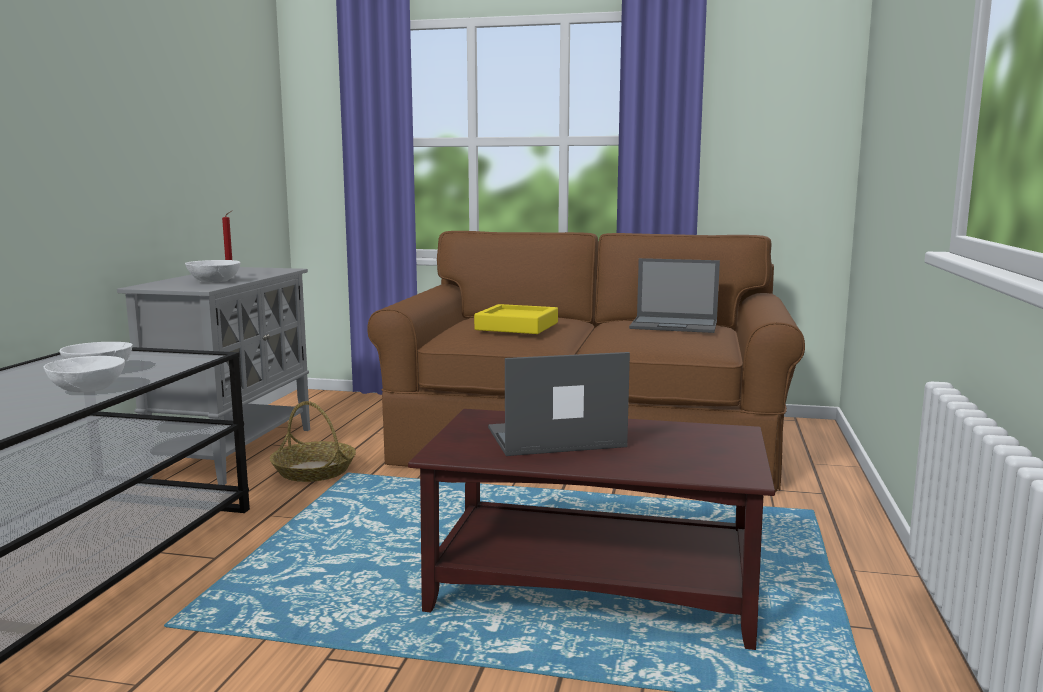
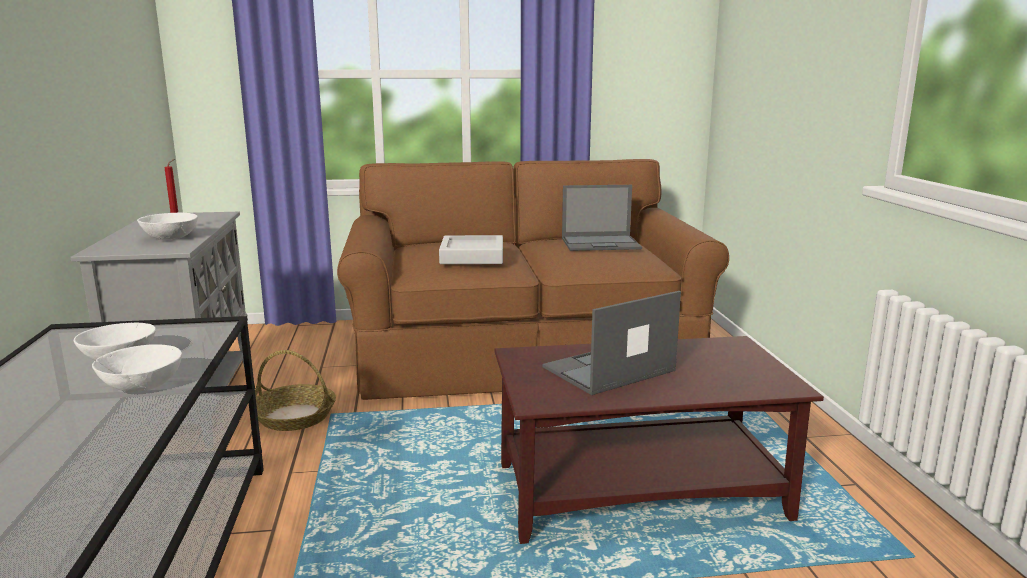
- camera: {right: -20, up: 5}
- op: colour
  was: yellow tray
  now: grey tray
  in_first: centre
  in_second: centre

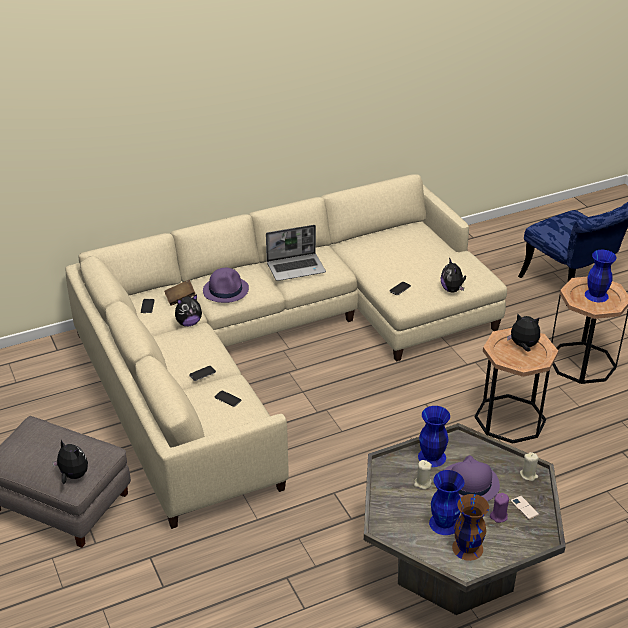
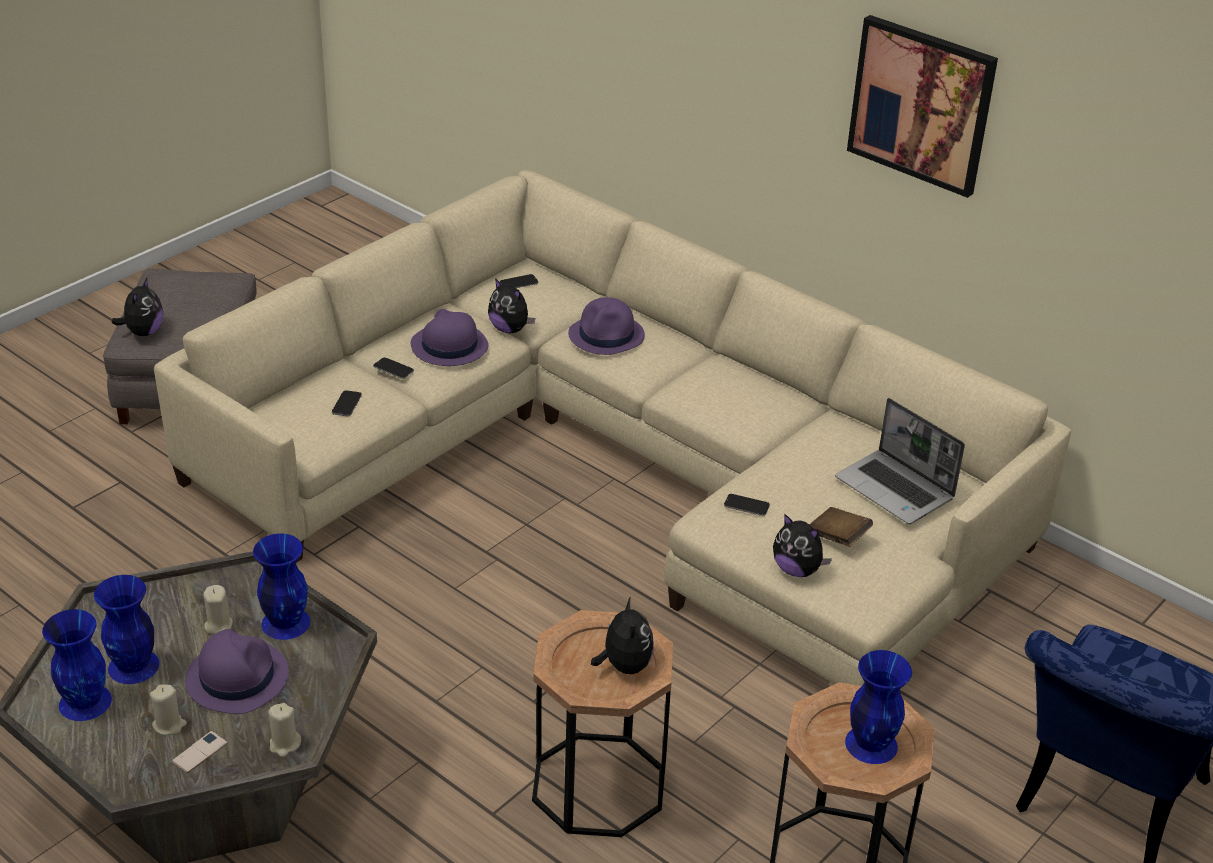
- camera: {right: 65, up: 0}
- op: colour
  was: brown vase
  now: blue vase (no. 1 from left)
  in_first: bottom right
  in_second: bottom left
- op: colour
  was: purple candle
  now: beige candle (no. 1 from left)
  in_first: bottom right
  in_second: bottom left
- op: appeared
  now: purple hat (no. 2 from left)
  in_second: centre
- op: spun
  was: plush toy (no. 3 from left in the first image)
  in_first: middle right
  in_second: centre
  clockwise: -105
- op: relocated
  was: brown book
  in_first: middle left
  in_second: middle right
- op: relocated
  was: laptop
  in_first: centre
  in_second: middle right
- op: appeared
  now: picture
  in_second: top right

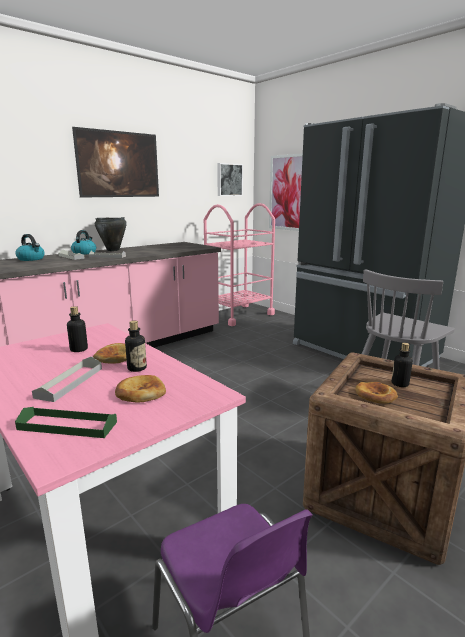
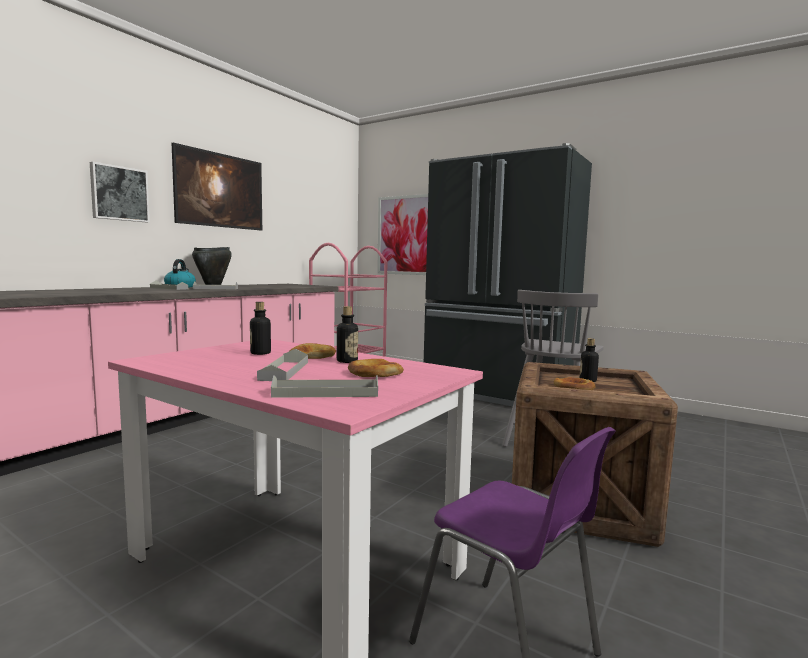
- camera: {right: -15, up: -10}
- op: relocated
  was: picture (no. 2 from left in the first image)
  now: picture (no. 1 from left)
  in_first: top centre
  in_second: top left
- op: colour
  was: green tray
  now: grey tray (no. 4 from left)
  in_first: middle left
  in_second: centre
- op: missing
  was: kettle (no. 1 from left)
  in_first: middle left

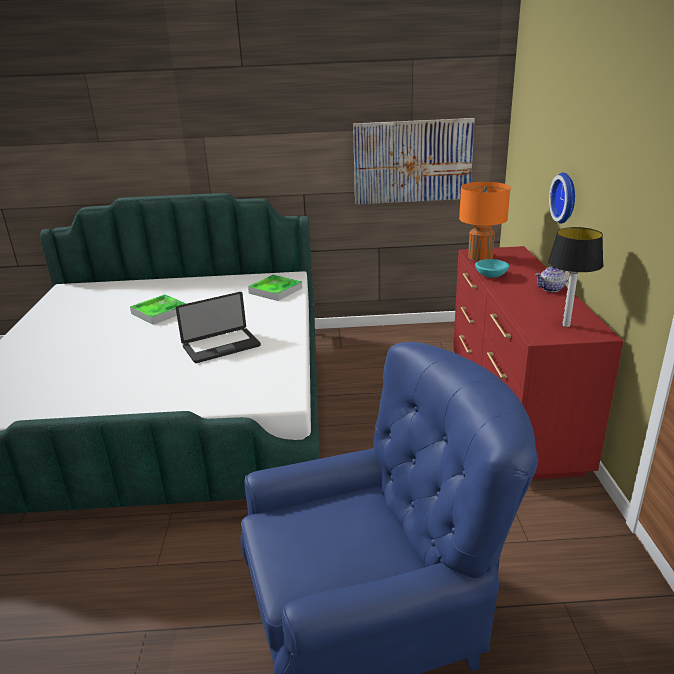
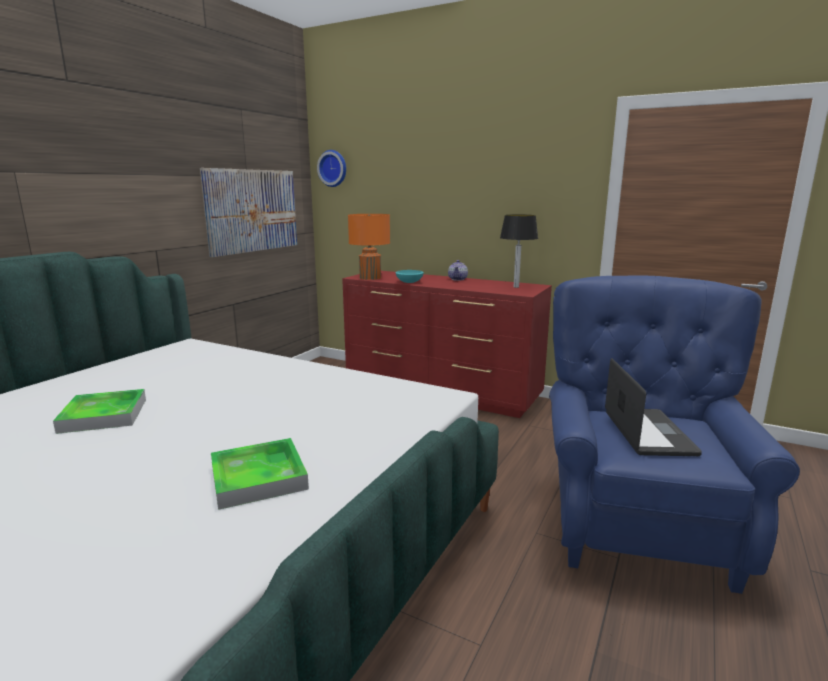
- camera: {right: -60, up: -10}
- op: relocated
  was: tray (no. 2 from left)
  in_first: centre
  in_second: bottom left
- op: relocated
  was: wall clock
  in_first: top right
  in_second: top centre
- op: relocated
  was: laptop
  in_first: middle left
  in_second: middle right

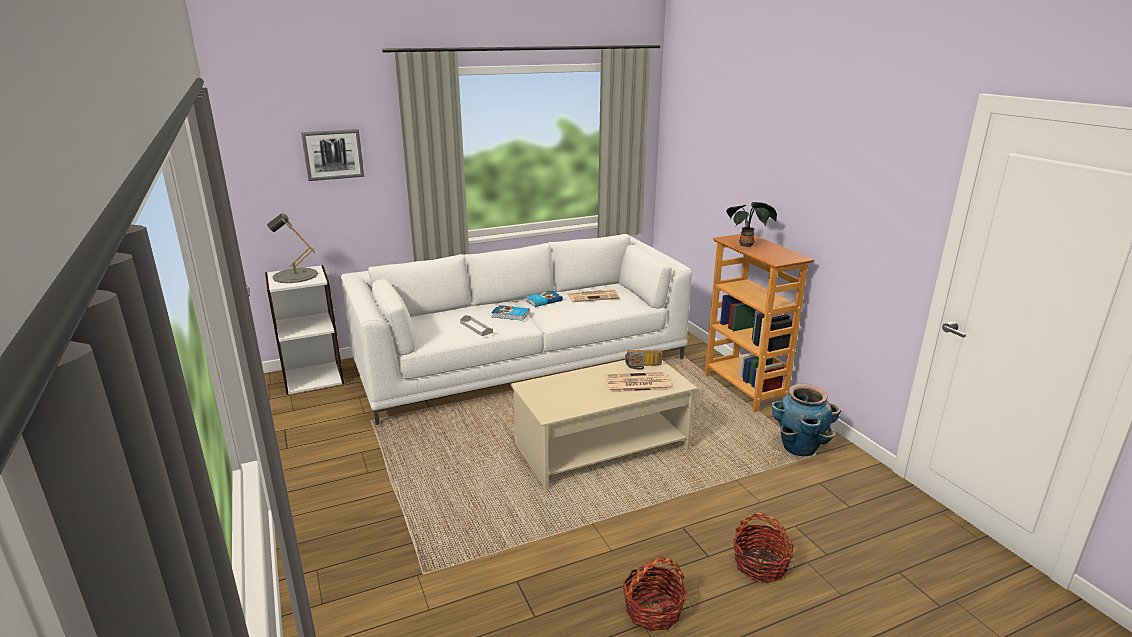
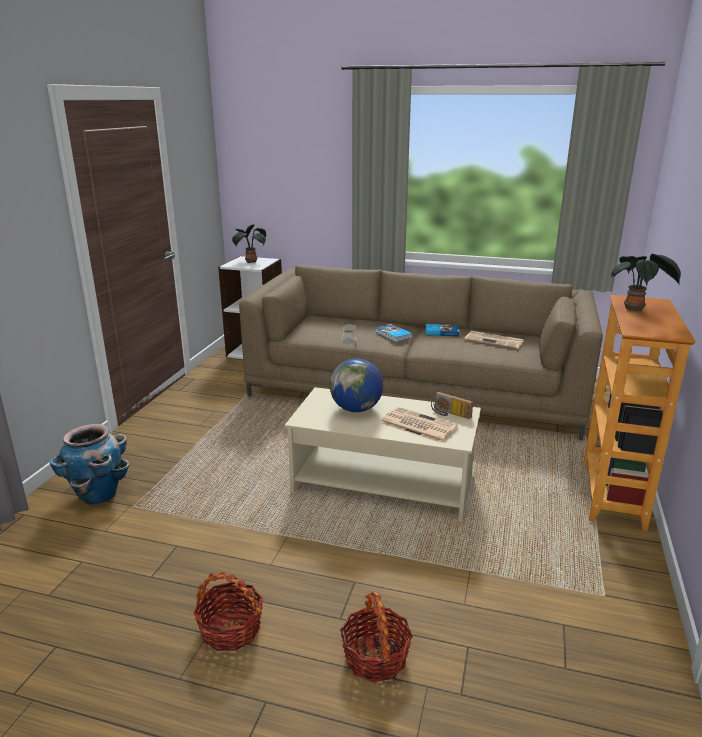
- camera: {right: 40, up: 0}
- op: relocated
  was: planter
  in_first: middle right
  in_second: middle left
- op: exchanged
  was: grey table lamp
  now: potted plant (no. 1 from left)
  in_first: middle left
  in_second: top centre
- op: colour
  was: white sofa
  now: brown sofa
  in_first: centre
  in_second: centre
- op: appeared
  now: globe
  in_second: centre
- op: missing
  was: picture
  in_first: top left

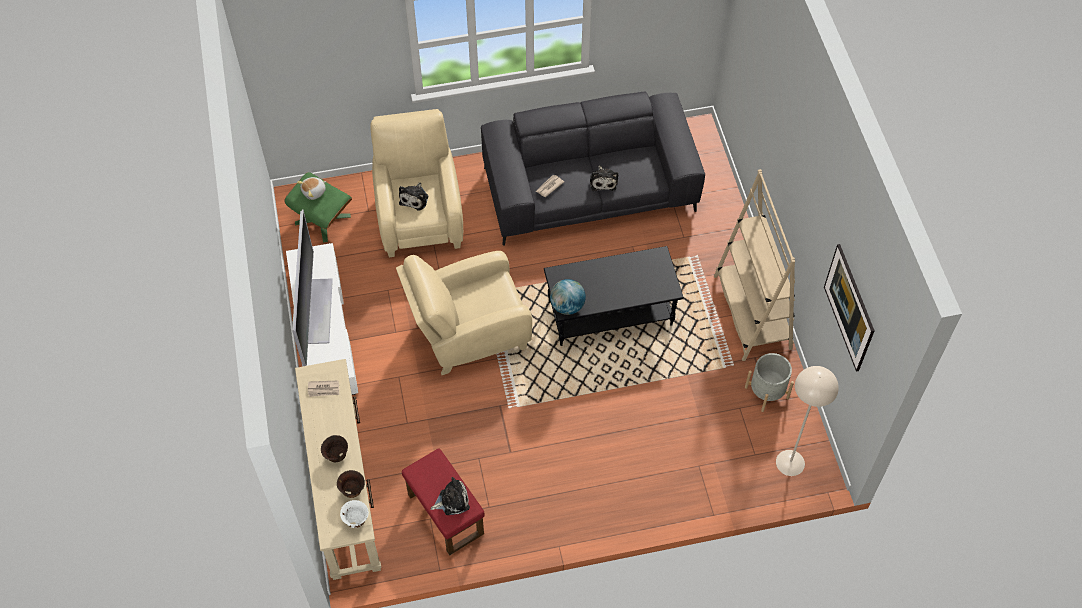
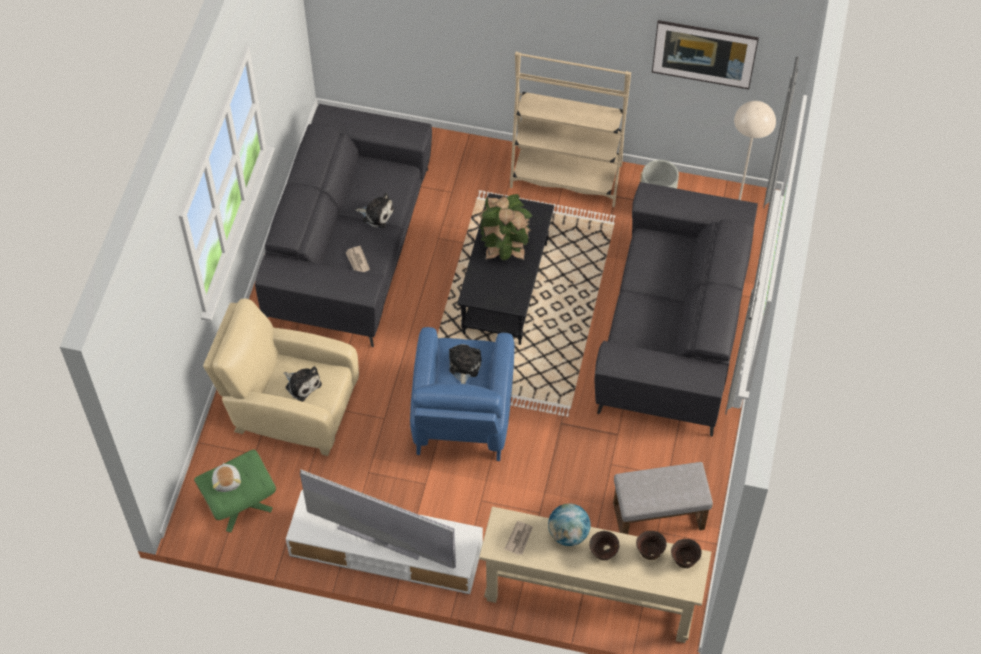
- camera: {right: -65, up: 0}
- op: colour
  was: beige armchair (no. 2 from left)
  now: blue armchair
  in_first: centre
  in_second: centre
- op: relocated
  was: plush toy (no. 3 from left in the first image)
  now: plush toy (no. 4 from left)
  in_first: bottom centre
  in_second: centre
- op: appeared
  now: potted plant
  in_second: centre
- op: relocated
  was: globe
  in_first: centre
  in_second: bottom centre
- op: appeared
  now: grey sofa (no. 2 from left)
  in_second: middle right
- op: colour
  was: red ottoman
  now: grey ottoman
  in_first: bottom centre
  in_second: bottom right
- op: colour
  was: white bowl
  now: brown bowl (no. 3 from left)
  in_first: bottom left
  in_second: bottom right

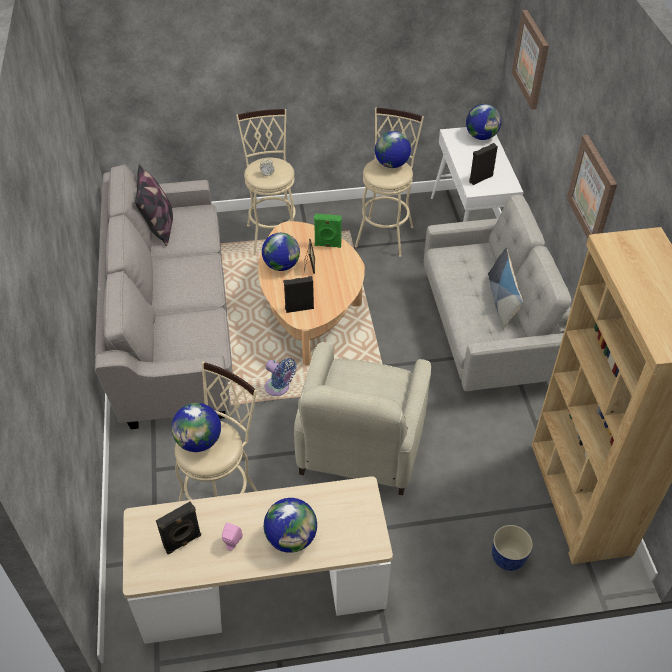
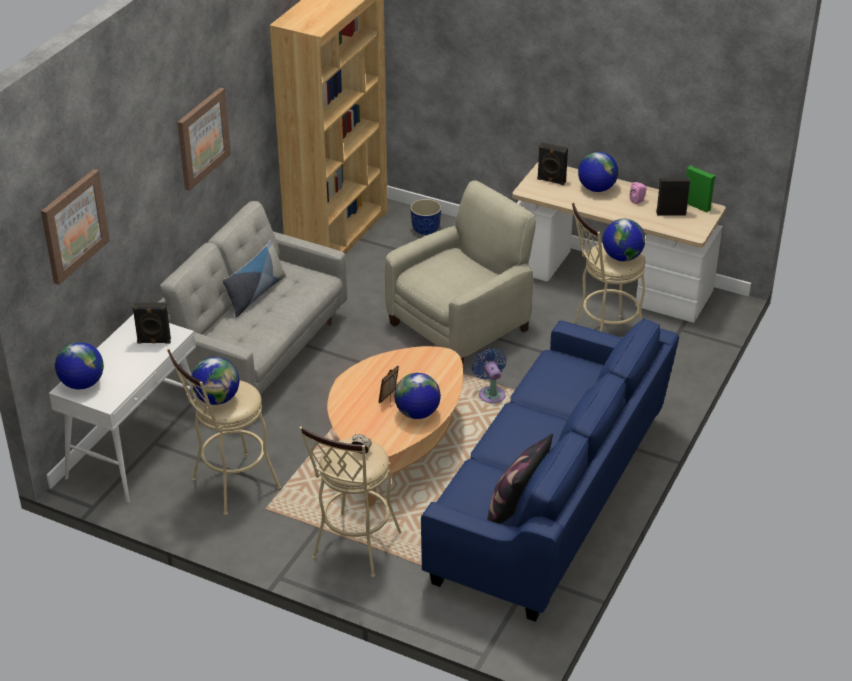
- camera: {right: -145, up: -10}
- op: colour
  was: grey sofa (no. 1 from left)
  now: blue sofa
  in_first: middle left
  in_second: bottom centre
- op: relocated
  was: black speaker (no. 2 from left)
  in_first: centre
  in_second: top centre
- op: relocated
  was: green speaker
  in_first: centre
  in_second: top right

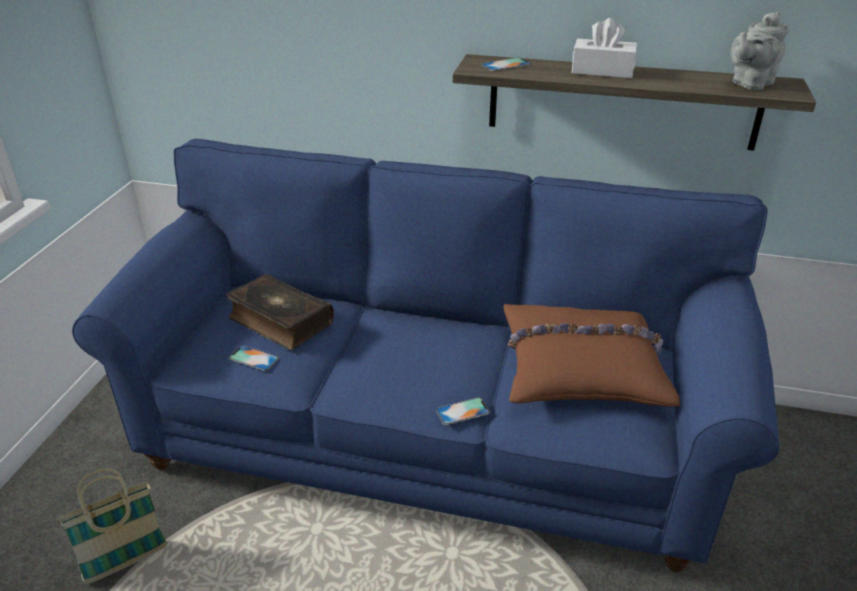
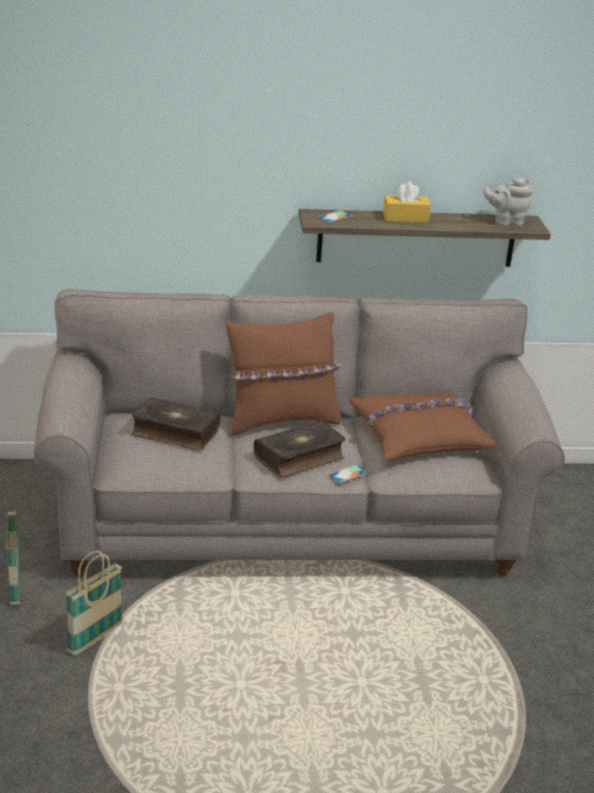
- camera: {right: -20, up: -5}
- op: appeared
  now: basket (no. 1 from left)
  in_second: bottom left
- op: colour
  was: blue sofa
  now: grey sofa
  in_first: centre
  in_second: centre
- op: appeared
  now: brown pillow (no. 1 from left)
  in_second: centre
- op: appeared
  now: book (no. 2 from left)
  in_second: centre
- op: colour
  was: white tissue box
  now: yellow tissue box
  in_first: top right
  in_second: top right
- op: spun
  was: grey teapot
  in_first: top right
  in_second: top right
  clockwise: 60
- op: missing
  was: phone (no. 1 from left)
  in_first: middle left

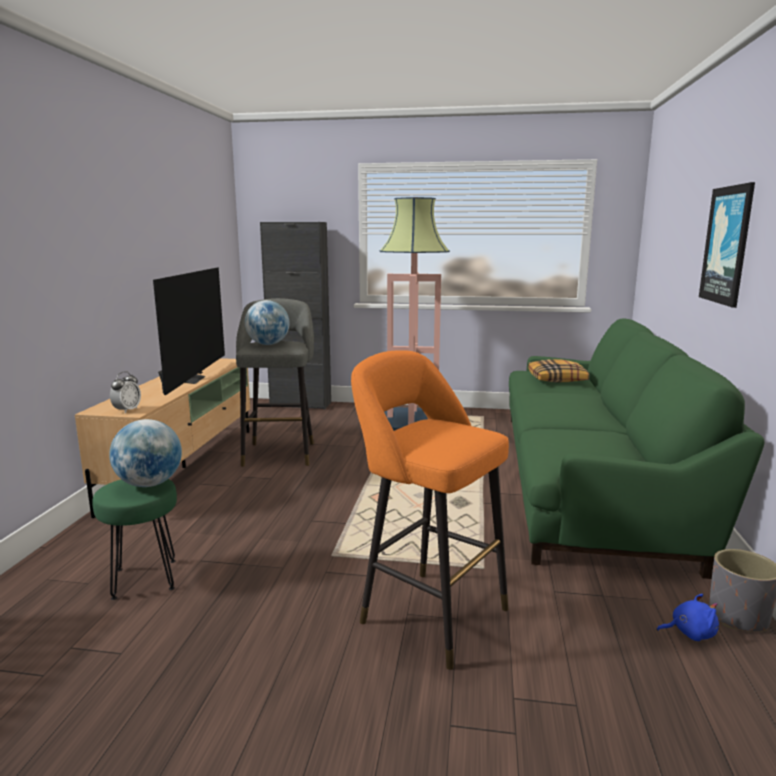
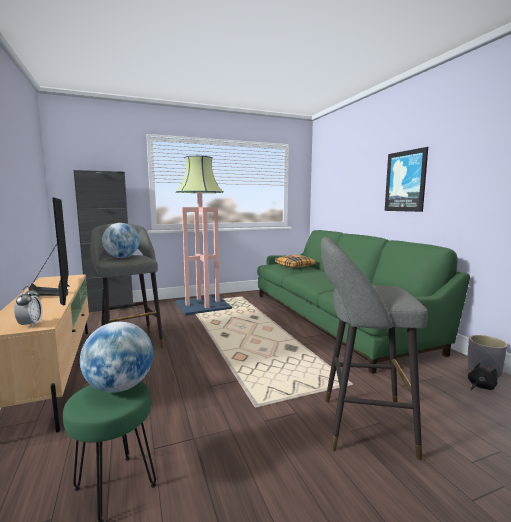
- camera: {right: -30, up: -5}
- op: colour
  was: orange stool
  now: grey stool (no. 2 from left)
  in_first: centre
  in_second: bottom right
- op: colour
  was: blue plush toy
  now: black plush toy
  in_first: bottom right
  in_second: bottom right

